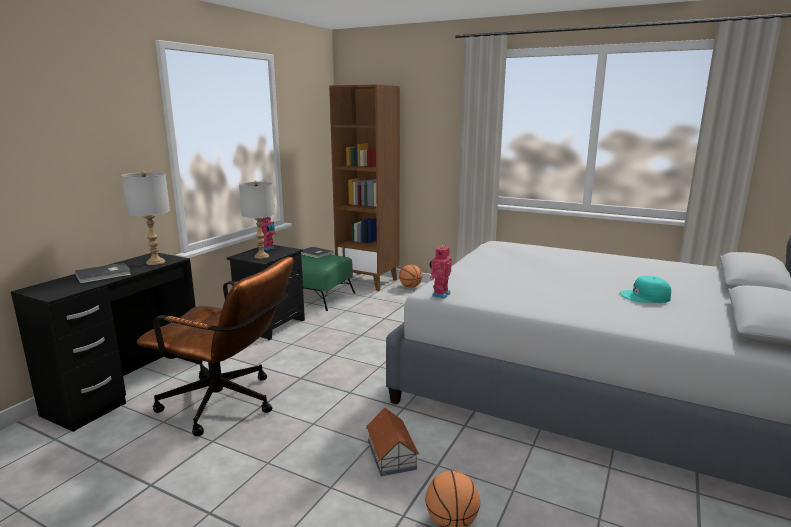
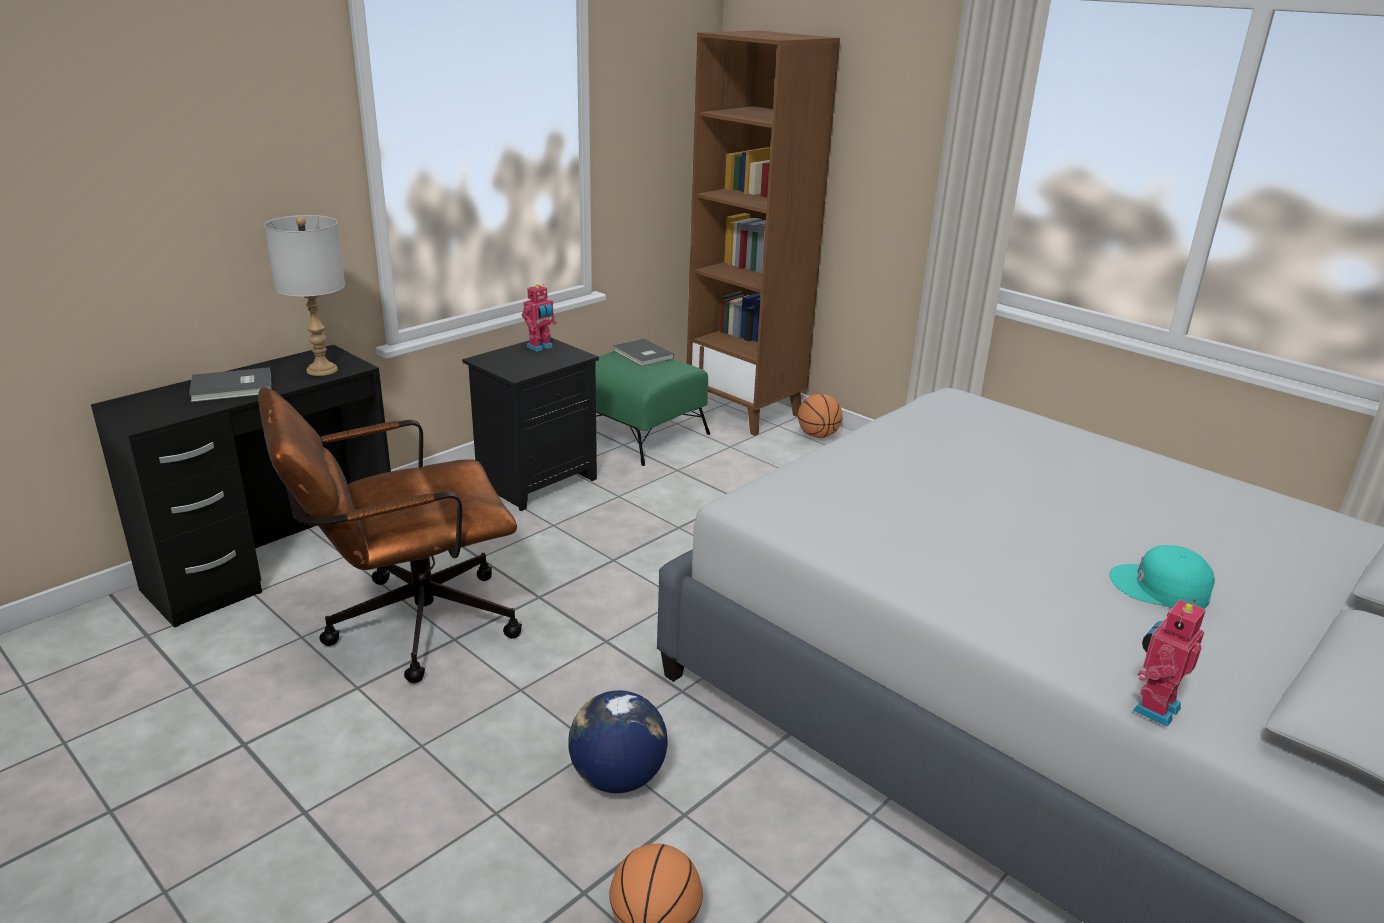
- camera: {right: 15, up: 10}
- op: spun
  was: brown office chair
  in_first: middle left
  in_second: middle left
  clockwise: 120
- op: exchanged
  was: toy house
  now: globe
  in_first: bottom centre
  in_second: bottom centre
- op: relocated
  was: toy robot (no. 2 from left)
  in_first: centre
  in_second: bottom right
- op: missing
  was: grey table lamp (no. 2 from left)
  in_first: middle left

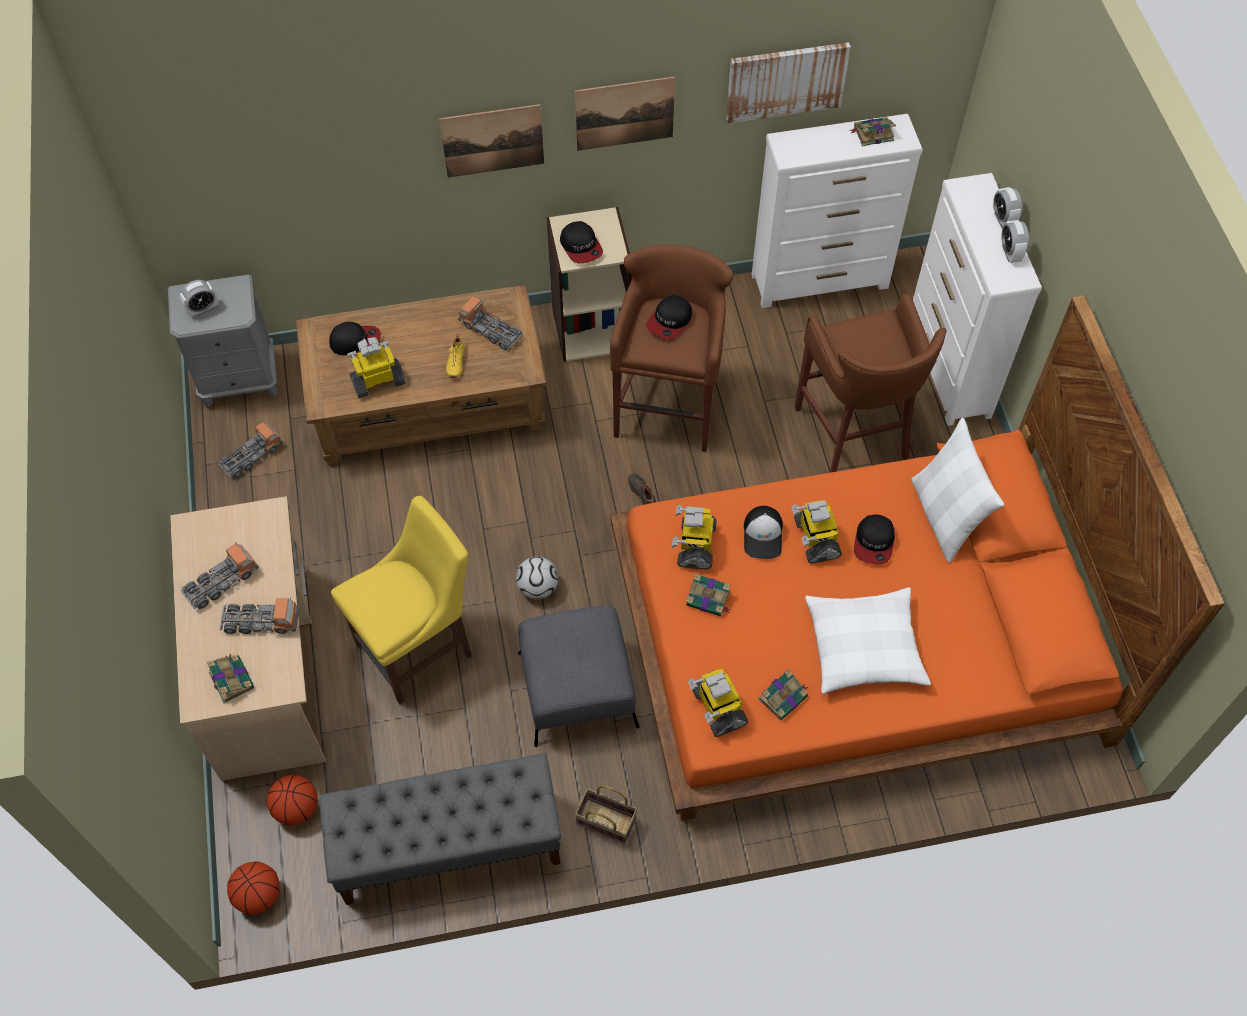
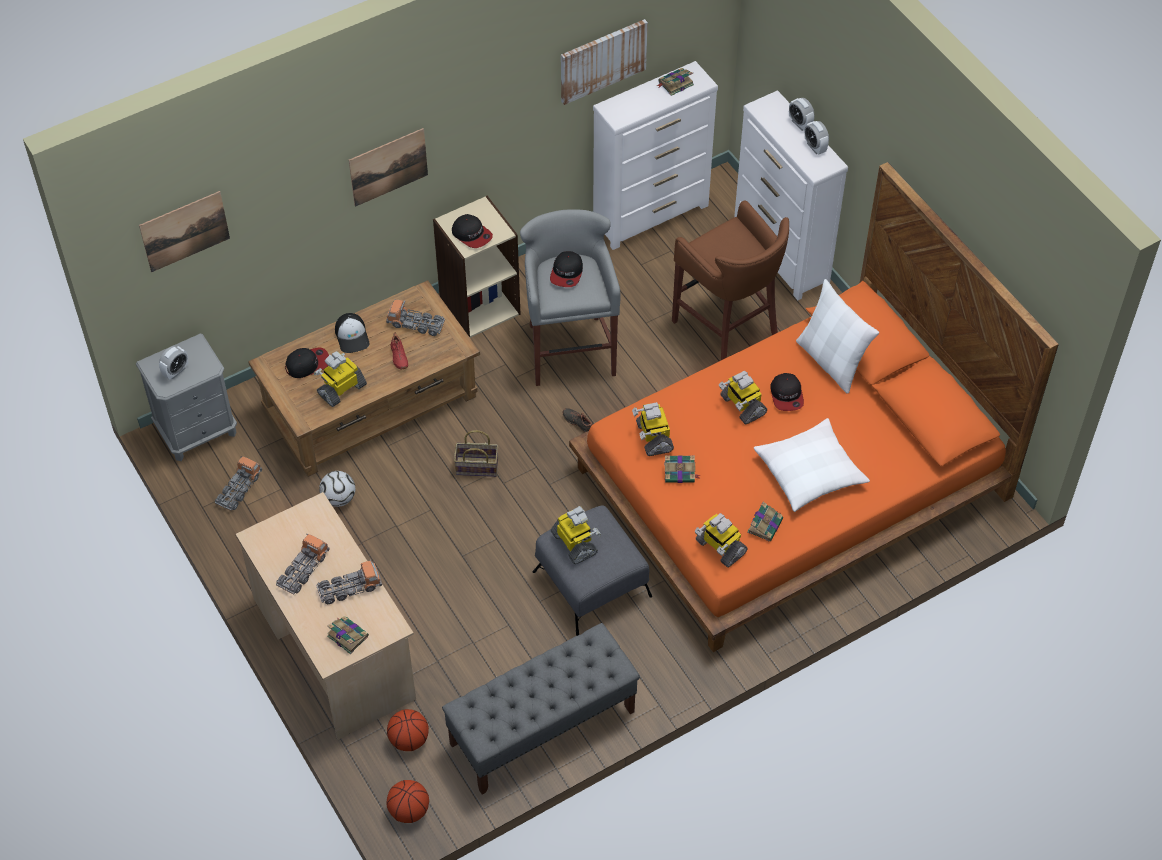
- camera: {right: -20, up: -5}
- op: relocated
  was: picture (no. 2 from left in the first image)
  now: picture (no. 1 from left)
  in_first: top centre
  in_second: top left
- op: relocated
  was: football
  in_first: centre
  in_second: middle left
- op: relocated
  was: cap (no. 4 from left in the first image)
  now: cap (no. 2 from left)
  in_first: centre
  in_second: middle left
- op: colour
  was: yellow shoe
  now: red shoe
  in_first: centre
  in_second: centre
- op: relocated
  was: basket
  in_first: bottom centre
  in_second: centre
- op: colour
  was: brown stool (no. 1 from left)
  now: grey stool
  in_first: centre
  in_second: centre
- op: appeared
  now: toy robot (no. 2 from left)
  in_second: centre
- op: missing
  was: yellow chair
  in_first: middle left

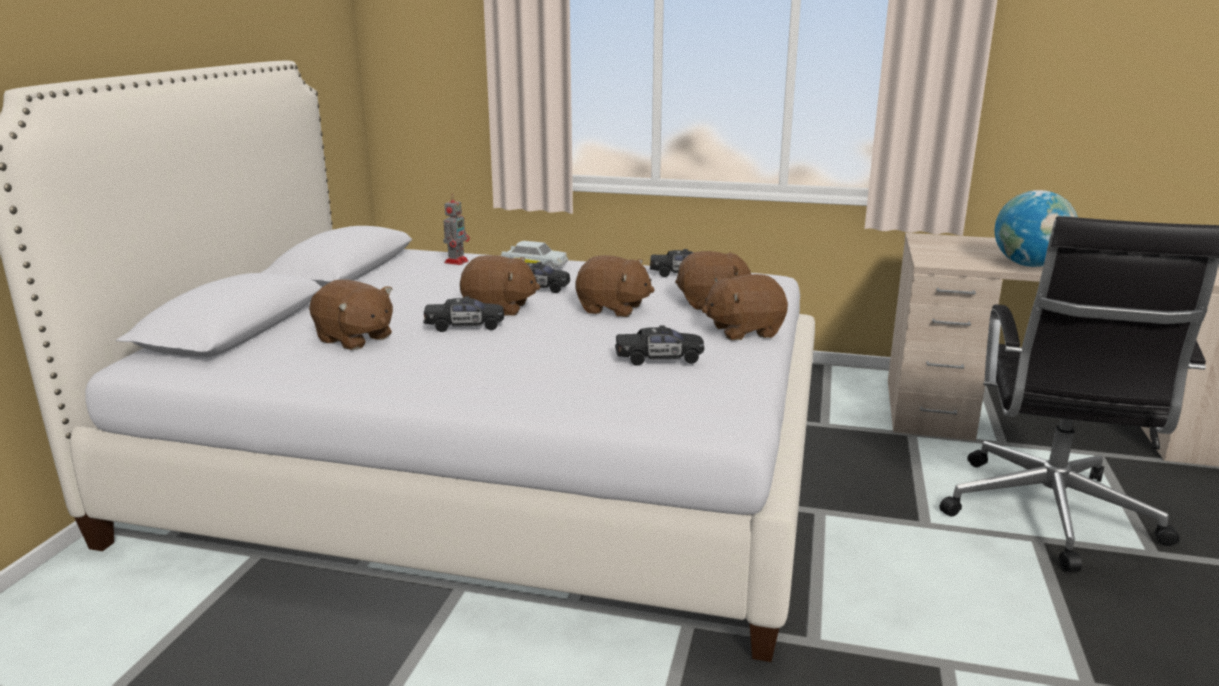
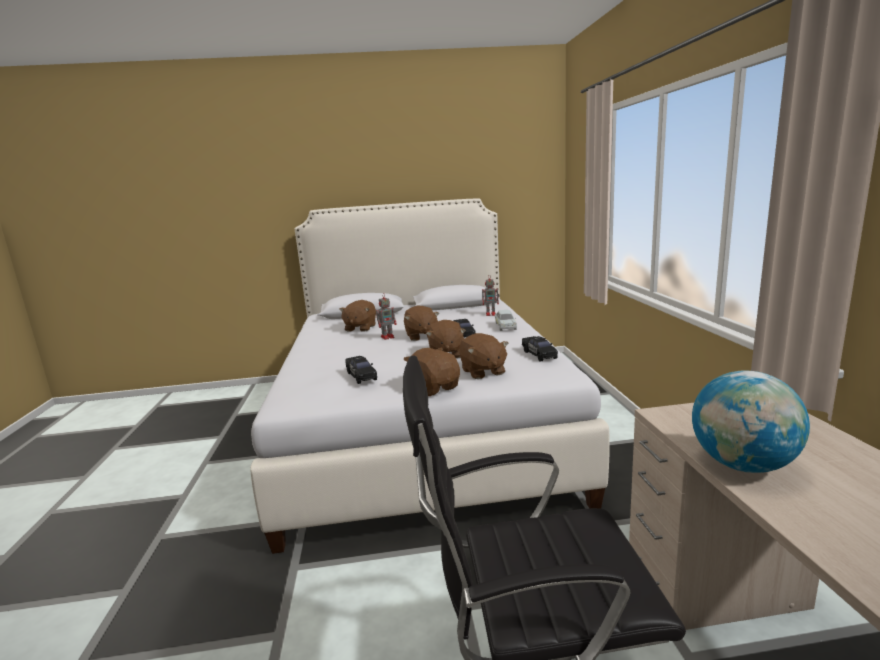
- camera: {right: 70, up: -5}
- op: exchanged
  was: black toy car (no. 1 from left)
  now: toy robot (no. 1 from left)
  in_first: centre
  in_second: centre

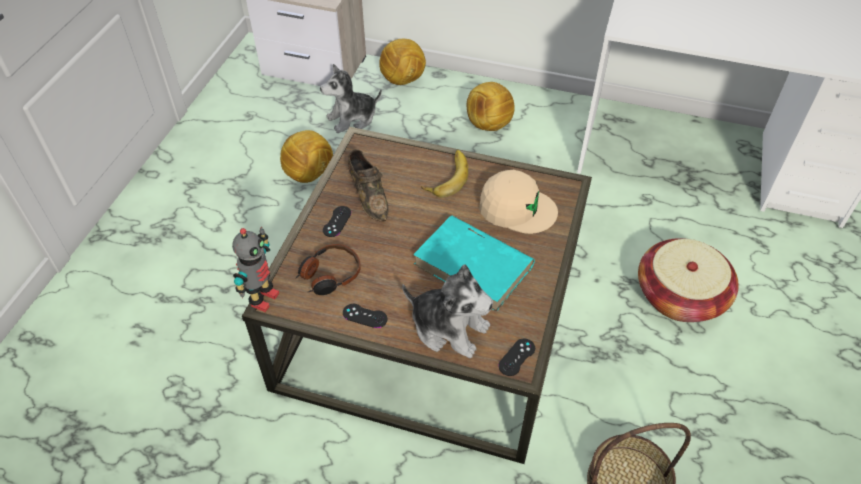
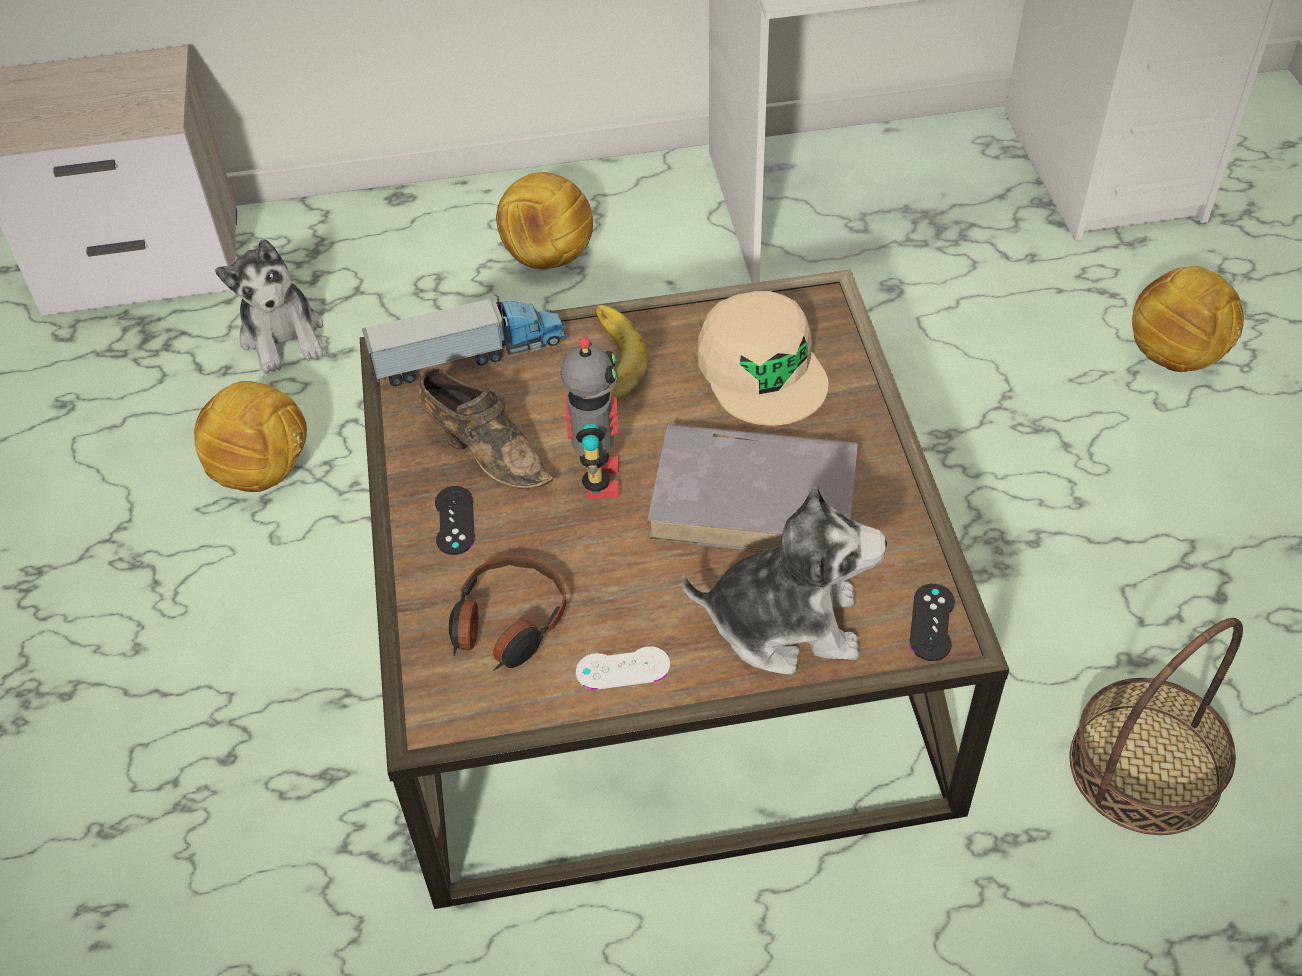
- camera: {right: -25, up: 0}
- op: spun
  was: plush toy (no. 1 from left)
  in_first: top centre
  in_second: top left
  clockwise: -60
- op: appeared
  now: toy truck
  in_second: centre
- op: relocated
  was: toy robot
  in_first: middle left
  in_second: centre
- op: colour
  was: black game controller (no. 2 from left)
  now: white game controller
  in_first: centre
  in_second: bottom centre
- op: colour
  was: turquoise book
  now: grey book
  in_first: centre
  in_second: centre
- op: spun
  was: beige cap
  in_first: centre
  in_second: centre
  clockwise: 75
- op: relocated
  was: football (no. 2 from left in the first image)
  now: football (no. 3 from left)
  in_first: top centre
  in_second: top right
- op: missing
  was: basket (no. 2 from left)
  in_first: middle right

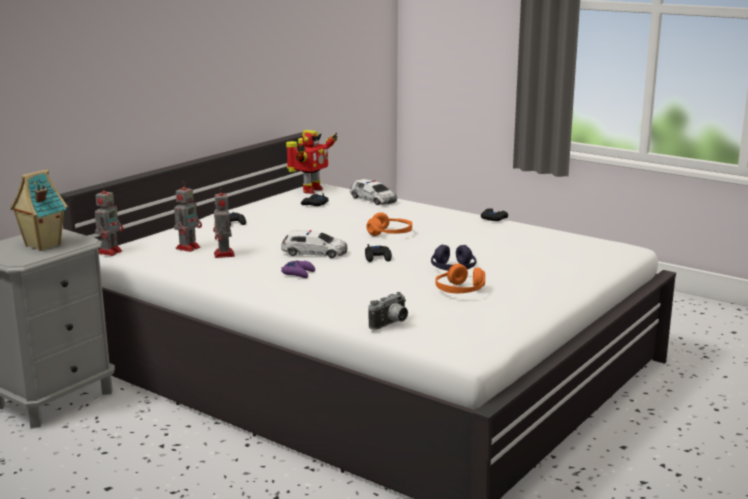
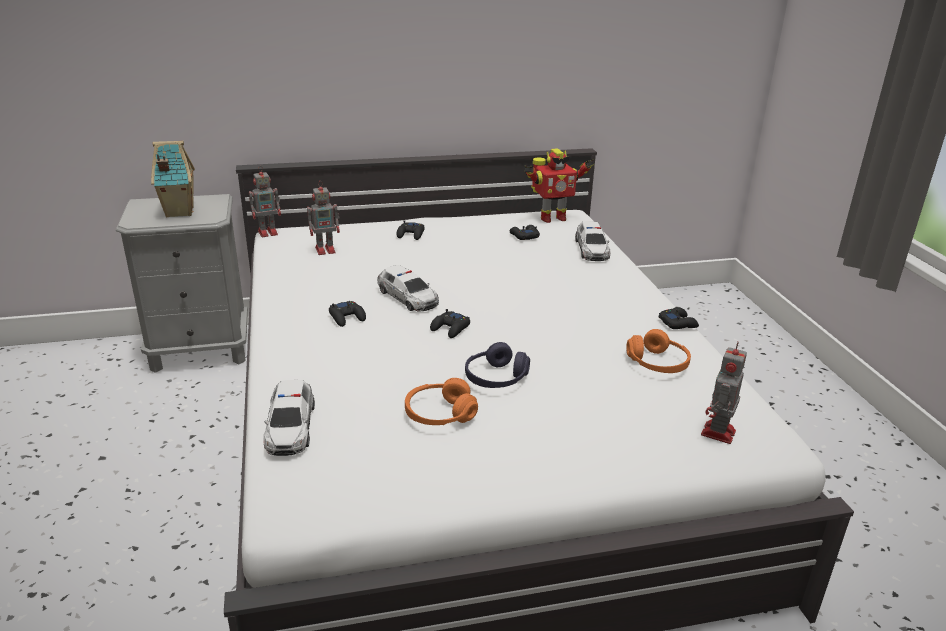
- camera: {right: 40, up: 10}
- op: exchanged
  was: photo camera
  now: toy car (no. 1 from left)
  in_first: centre
  in_second: middle left
- op: colour
  was: purple game controller
  now: black game controller (no. 1 from left)
  in_first: centre
  in_second: centre
- op: relocated
  was: orange headphones (no. 1 from left in the first image)
  now: orange headphones (no. 2 from left)
  in_first: centre
  in_second: middle right
- op: relocated
  was: toy robot (no. 3 from left in the first image)
  now: toy robot (no. 4 from left)
  in_first: middle left
  in_second: middle right

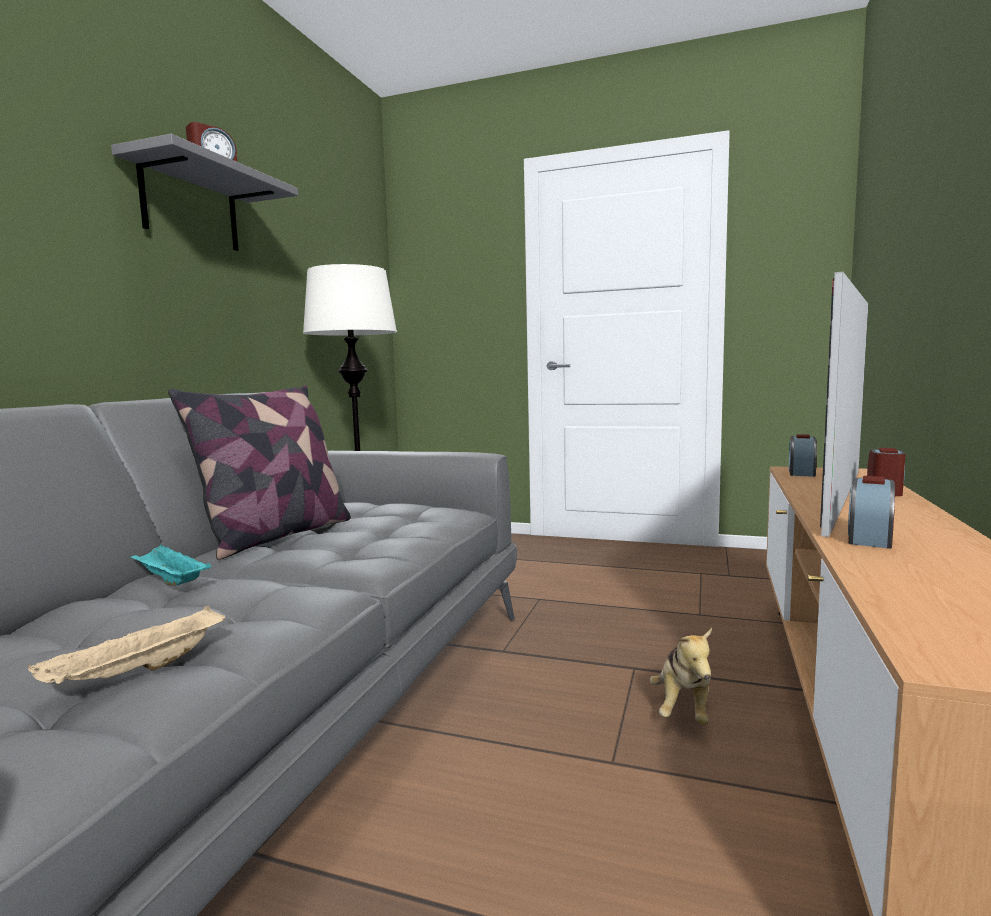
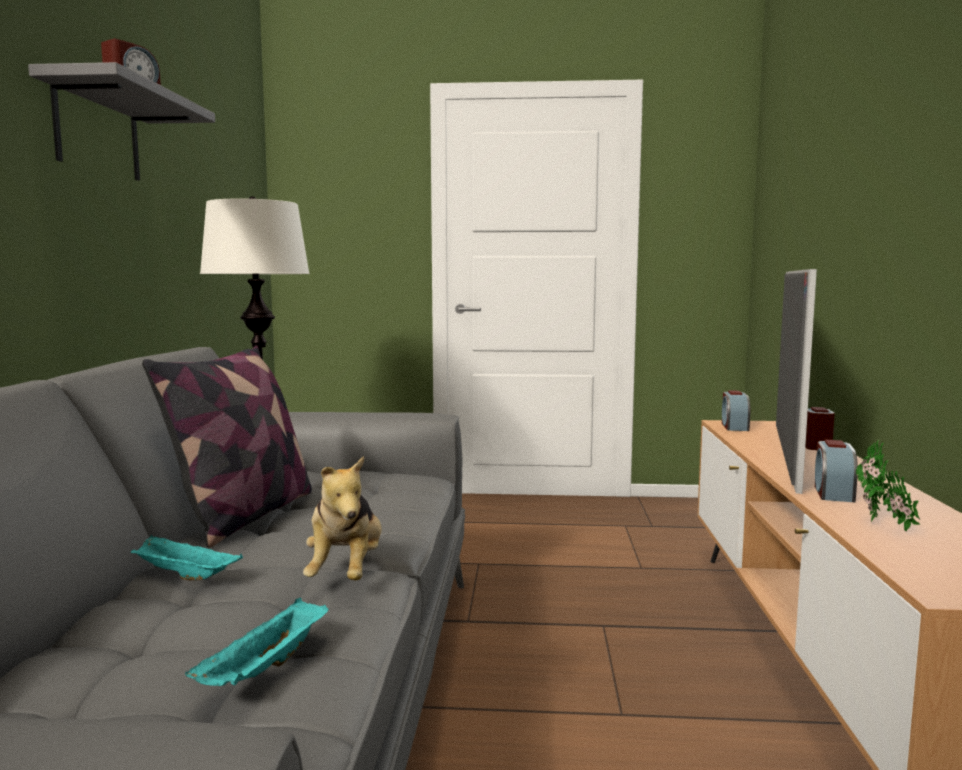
- camera: {right: -15, up: 0}
- op: colour
  was: beige tray
  now: turquoise tray (no. 2 from left)
  in_first: bottom left
  in_second: bottom left
- op: relocated
  was: plush toy
  in_first: bottom right
  in_second: bottom centre
- op: appeared
  now: potted plant
  in_second: middle right

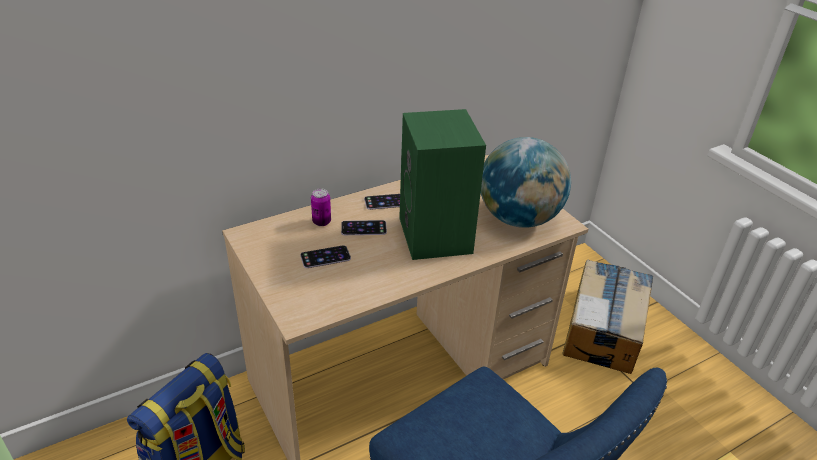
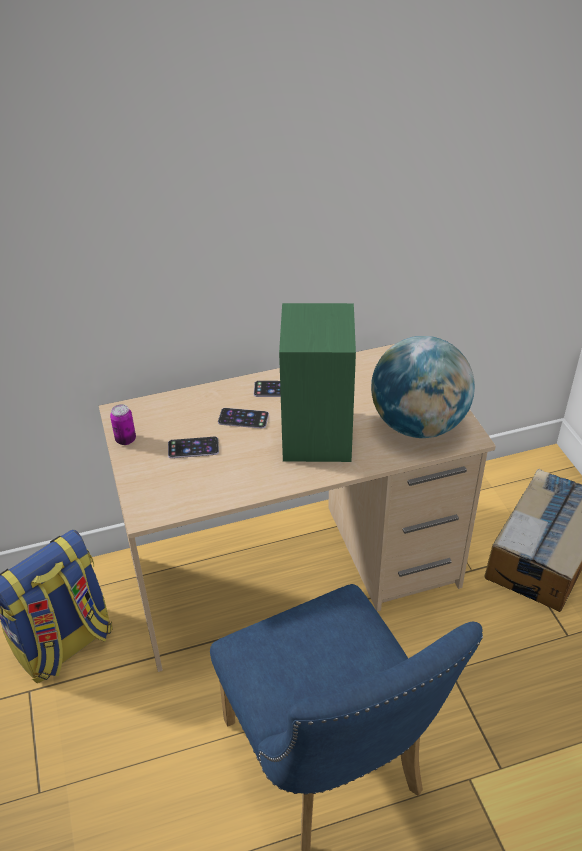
- camera: {right: 15, up: 5}
- op: relocated
  was: can
  in_first: centre
  in_second: middle left

